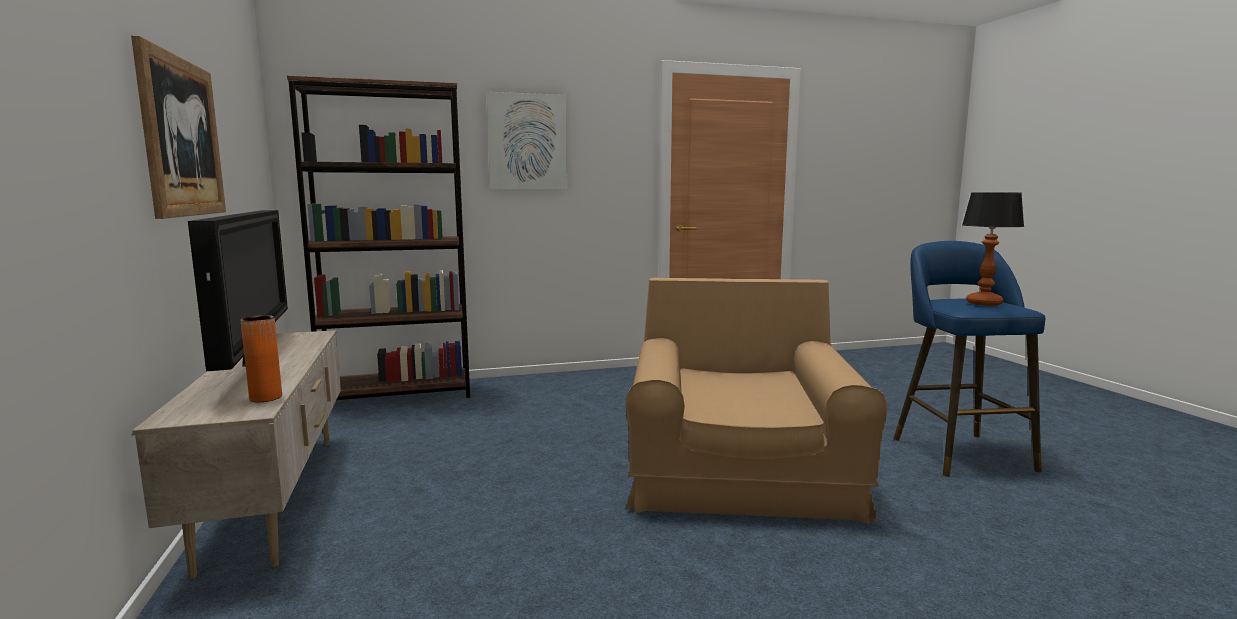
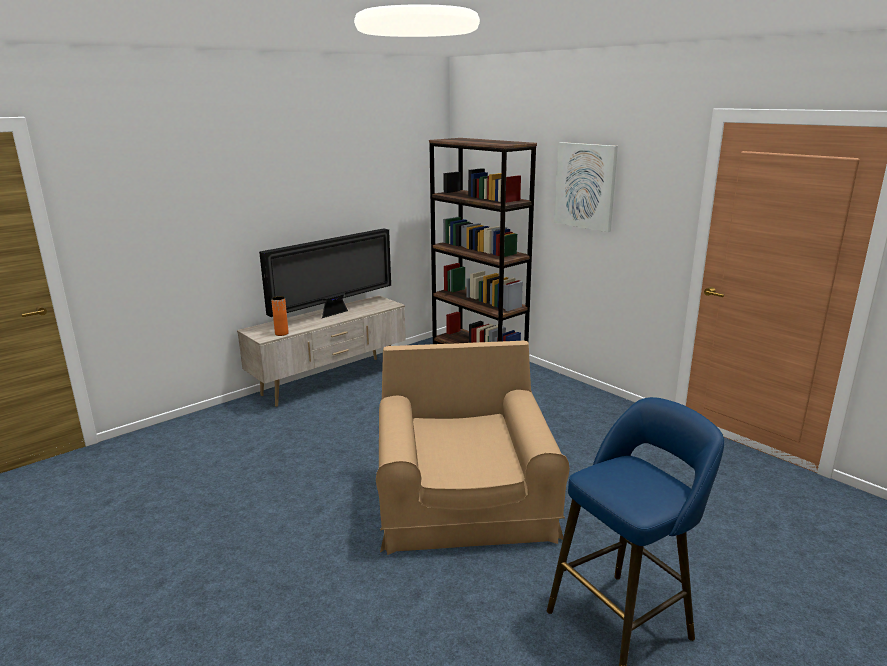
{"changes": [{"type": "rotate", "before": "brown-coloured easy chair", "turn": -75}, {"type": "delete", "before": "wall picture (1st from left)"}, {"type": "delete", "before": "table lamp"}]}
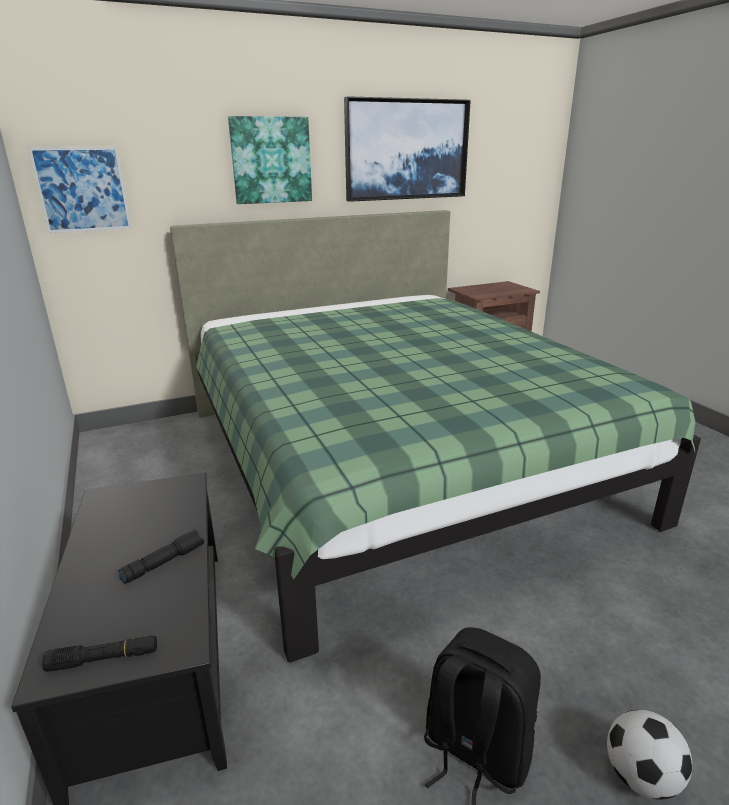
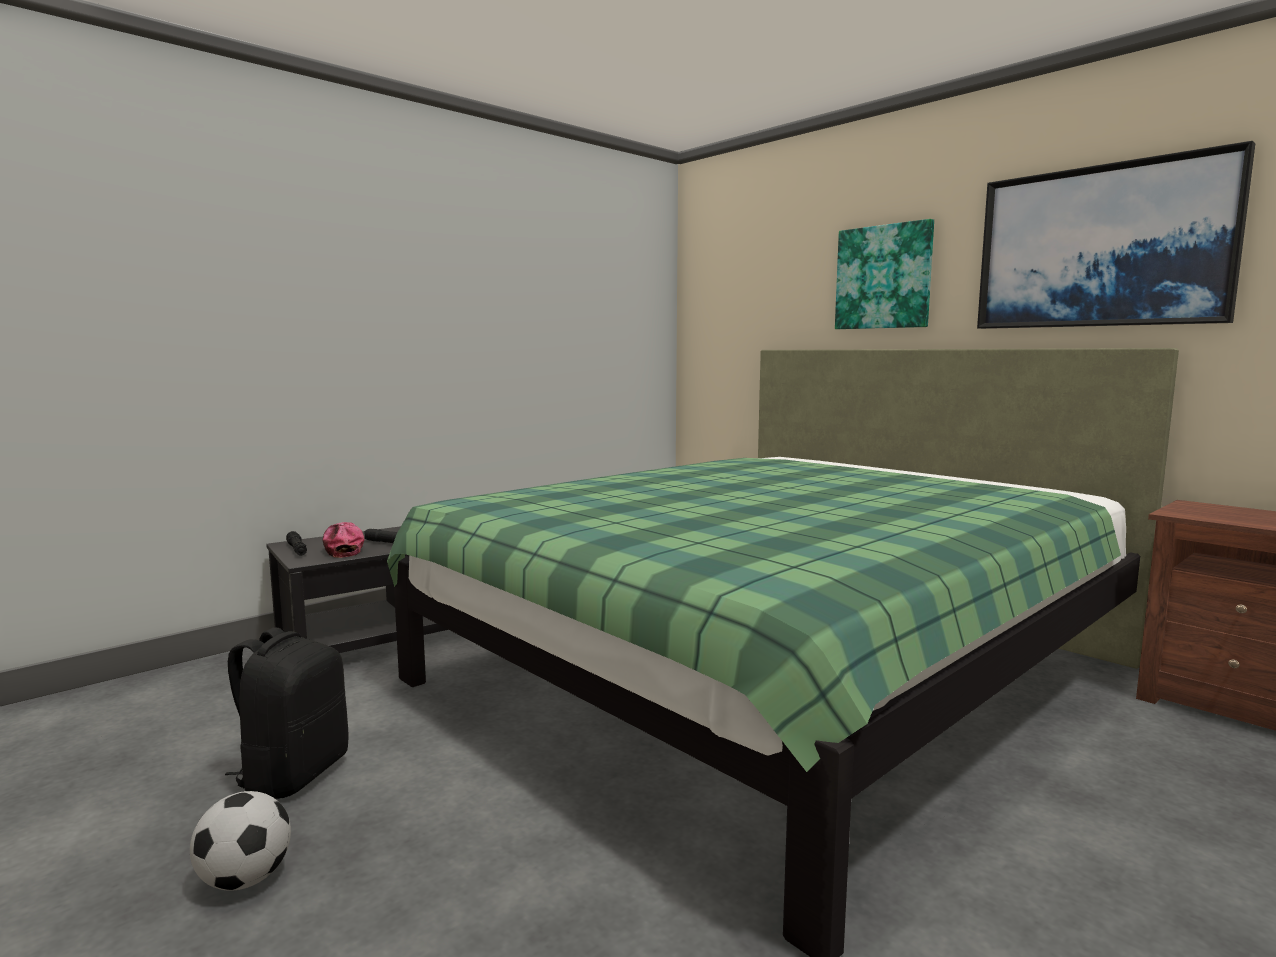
{"changes": [{"type": "insert", "after": "cap"}, {"type": "delete", "before": "wall picture (1st from left)"}]}
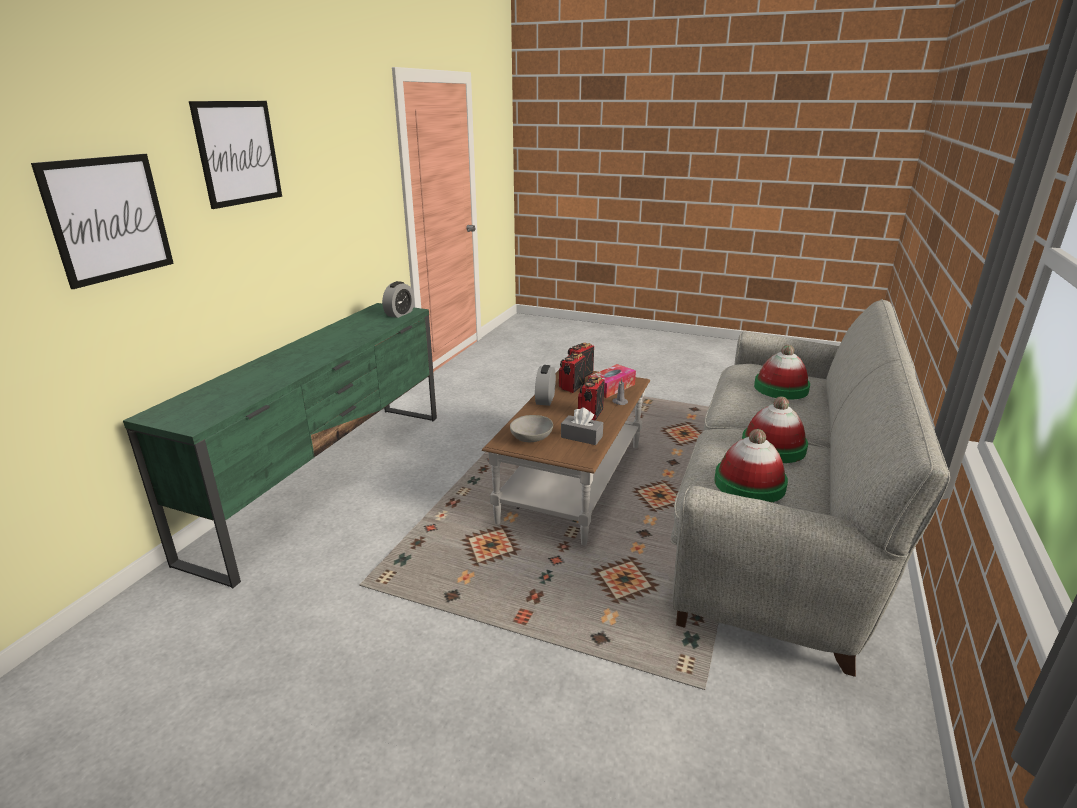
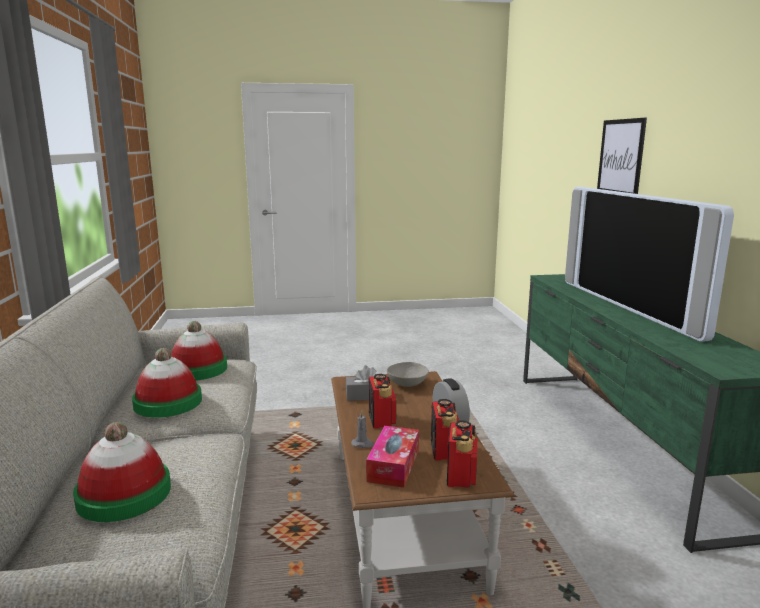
{"changes": [{"type": "insert", "after": "TV set"}, {"type": "delete", "before": "wall picture (2nd from left)"}, {"type": "delete", "before": "table clock (1st from left)"}]}
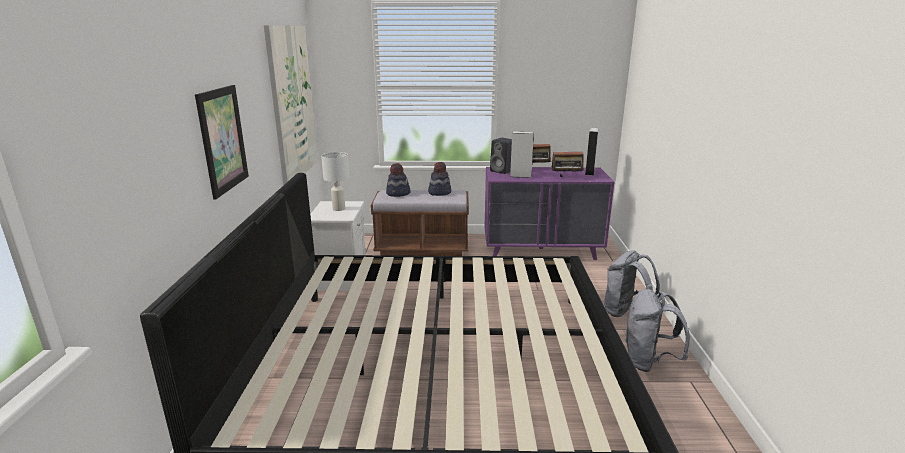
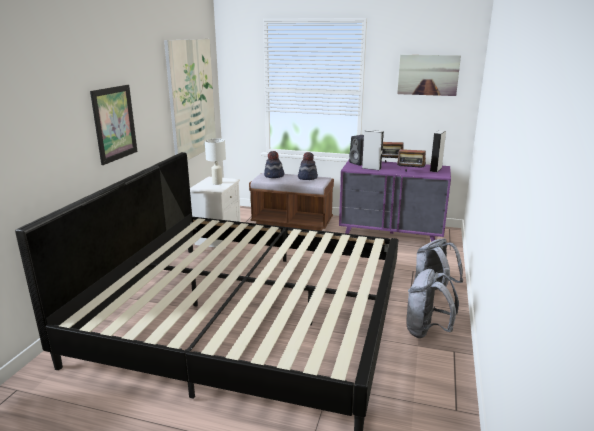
{"changes": [{"type": "insert", "after": "wall picture (3rd from left)"}]}
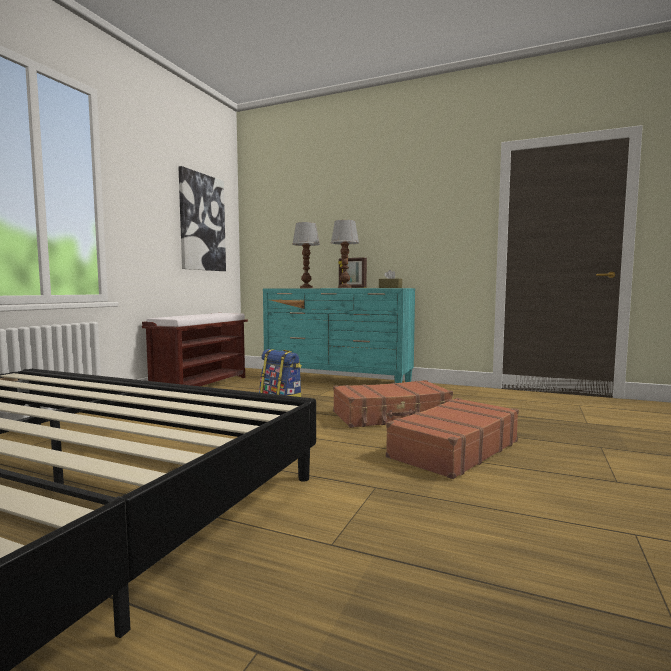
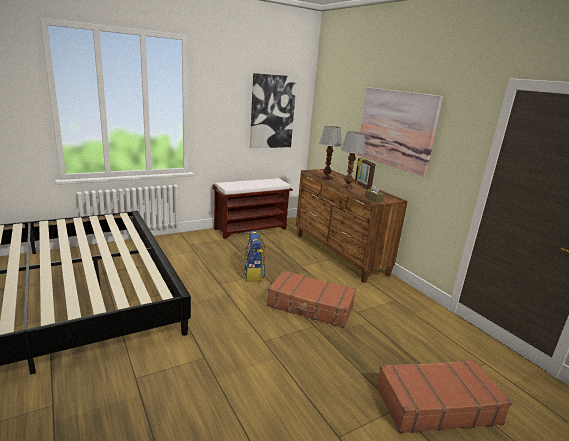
{"changes": [{"type": "recolor", "before": "blue-green drawer chest", "after": "brown-coloured drawer chest"}, {"type": "insert", "after": "wall picture (2nd from left)"}, {"type": "move", "before": "brown-coloured piece of luggage (2nd from left)"}]}
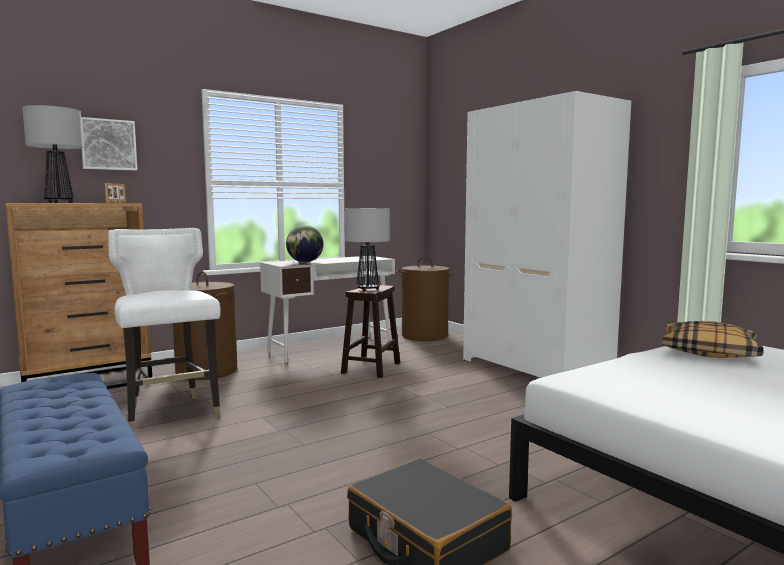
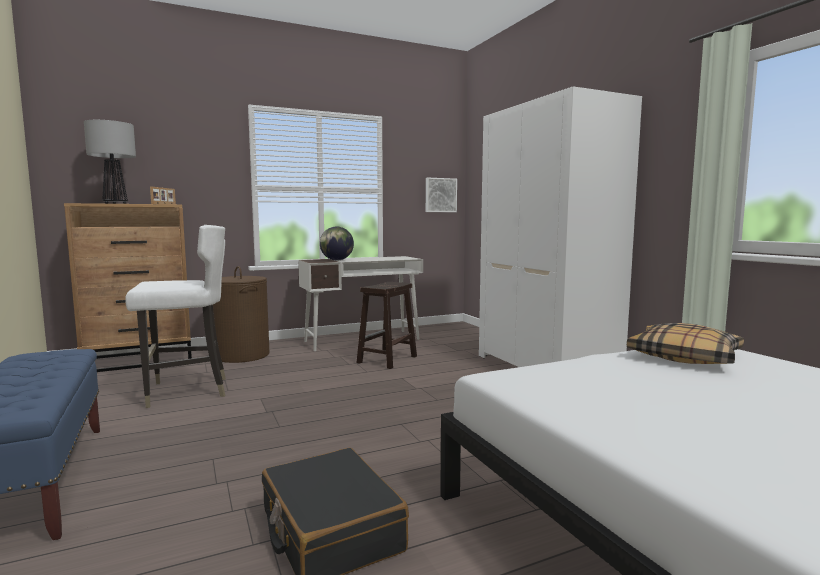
{"changes": [{"type": "rotate", "before": "white-coloured chair", "turn": 90}, {"type": "move", "before": "wall picture"}, {"type": "delete", "before": "table lamp (2nd from left)"}, {"type": "delete", "before": "brown-coloured laundry basket (2nd from left)"}]}
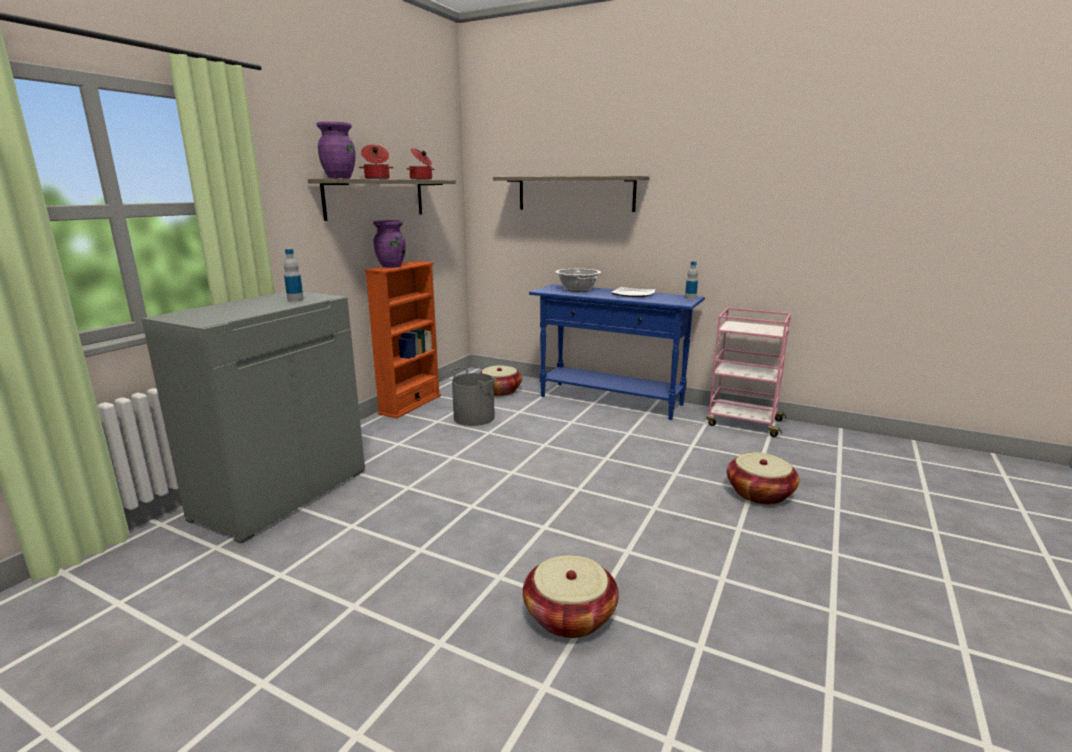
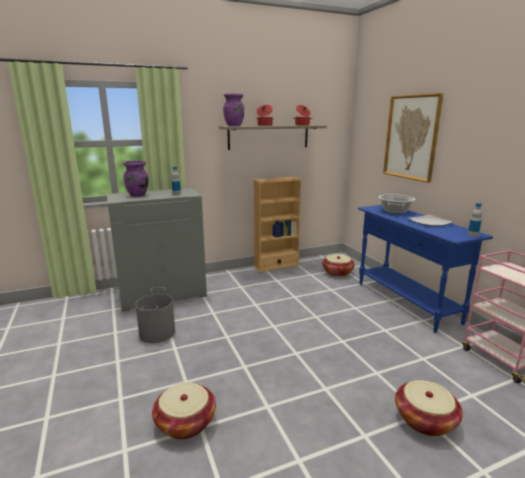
{"changes": [{"type": "move", "before": "purple flower vase (2nd from left in the first image)", "after": "purple flower vase (1st from left)"}, {"type": "move", "before": "greyish water bucket"}, {"type": "recolor", "before": "orange-coloured shelving unit", "after": "beige-coloured shelving unit"}, {"type": "replace", "before": "shelf (2nd from left)", "after": "wall picture"}]}
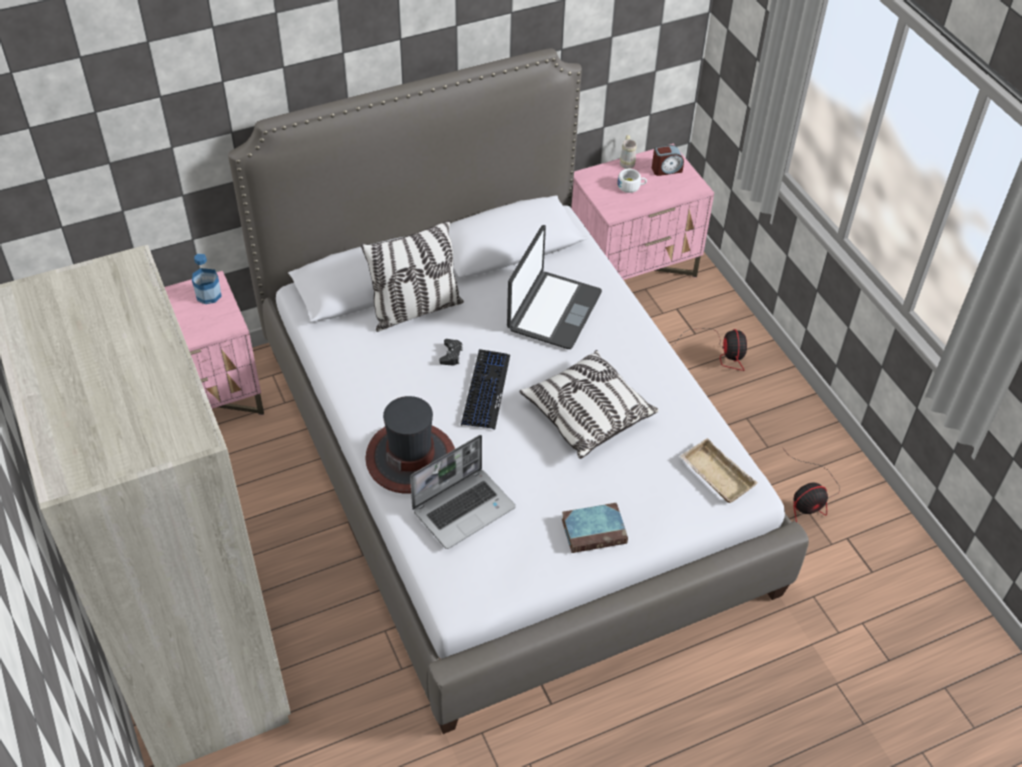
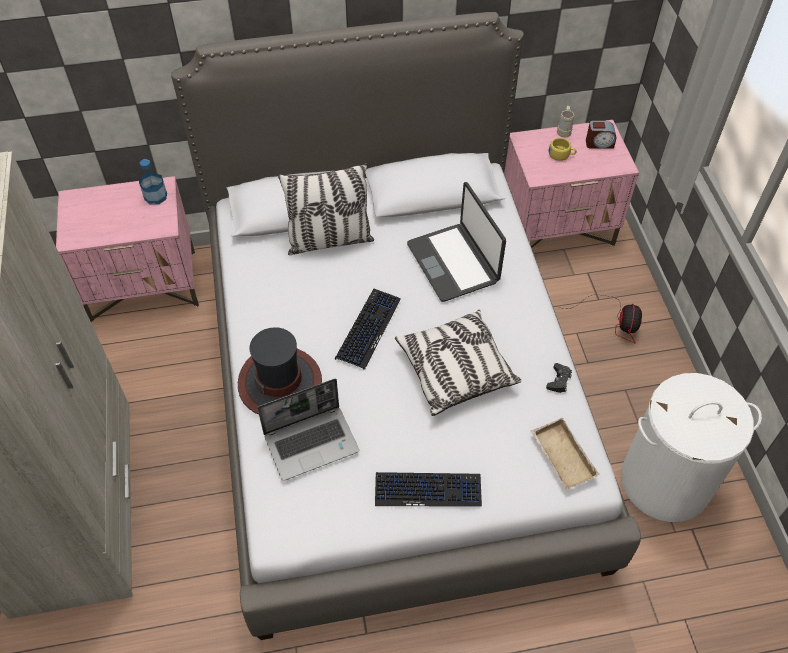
{"changes": [{"type": "replace", "before": "bound book", "after": "keyboard (2nd from left)"}, {"type": "rotate", "before": "portable computer (2nd from left)", "turn": 120}, {"type": "move", "before": "black game controller"}, {"type": "recolor", "before": "white-coloured cup", "after": "yellow-coloured cup"}, {"type": "replace", "before": "fan (2nd from left)", "after": "white-coloured laundry basket"}]}
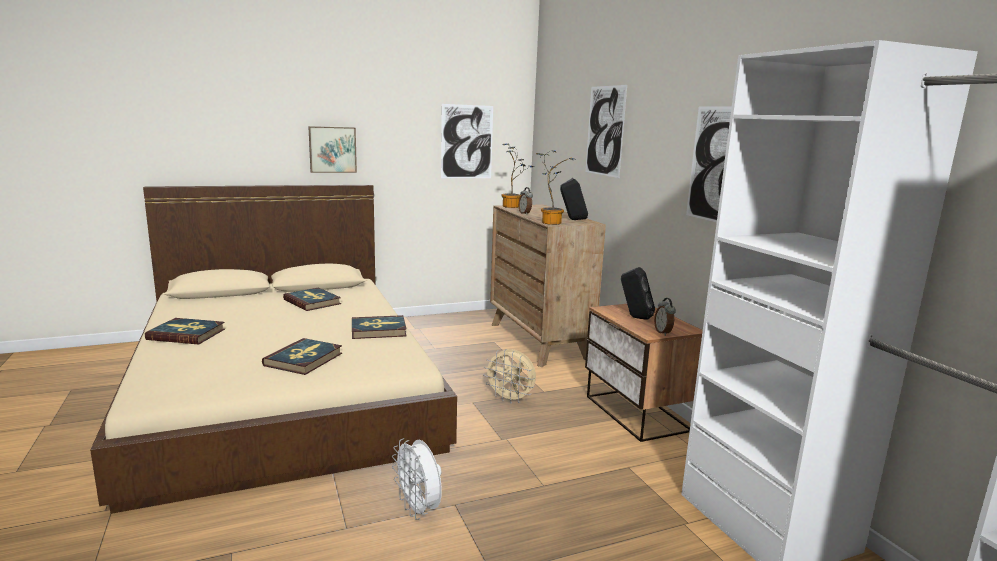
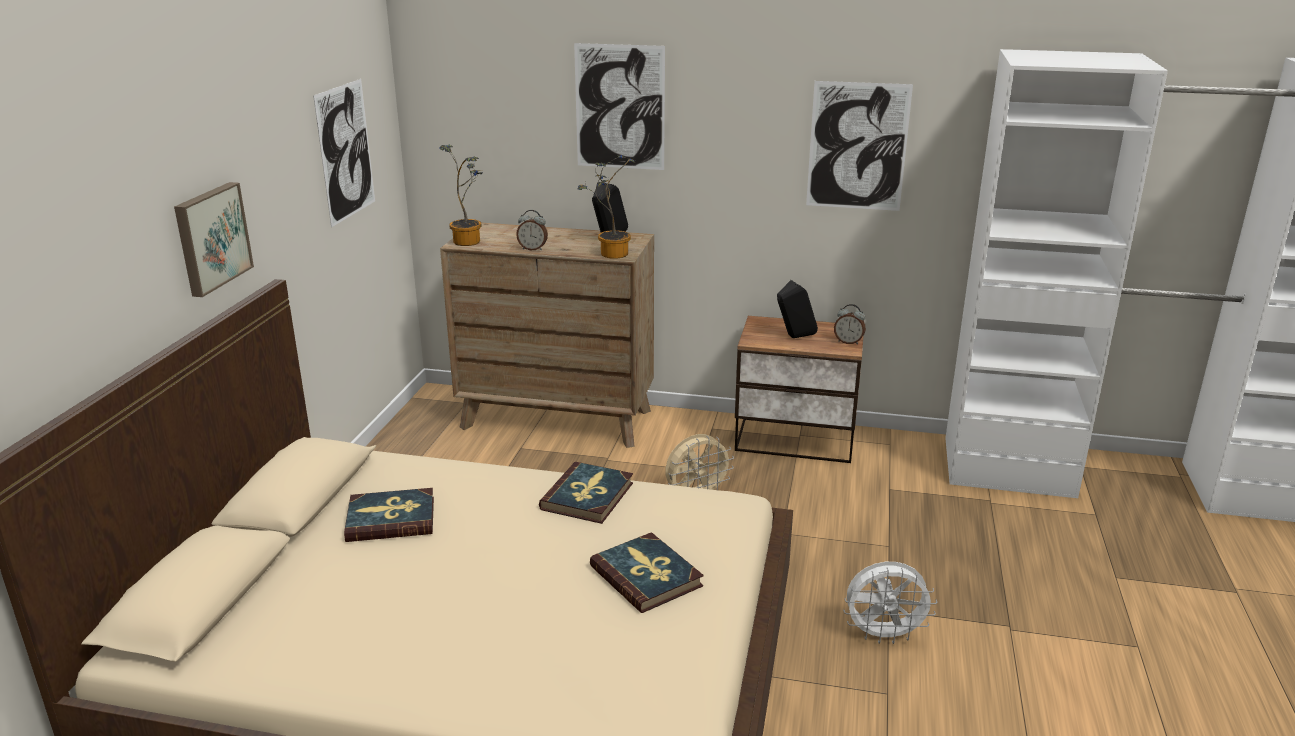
{"changes": [{"type": "delete", "before": "bound book (1st from left)"}]}
